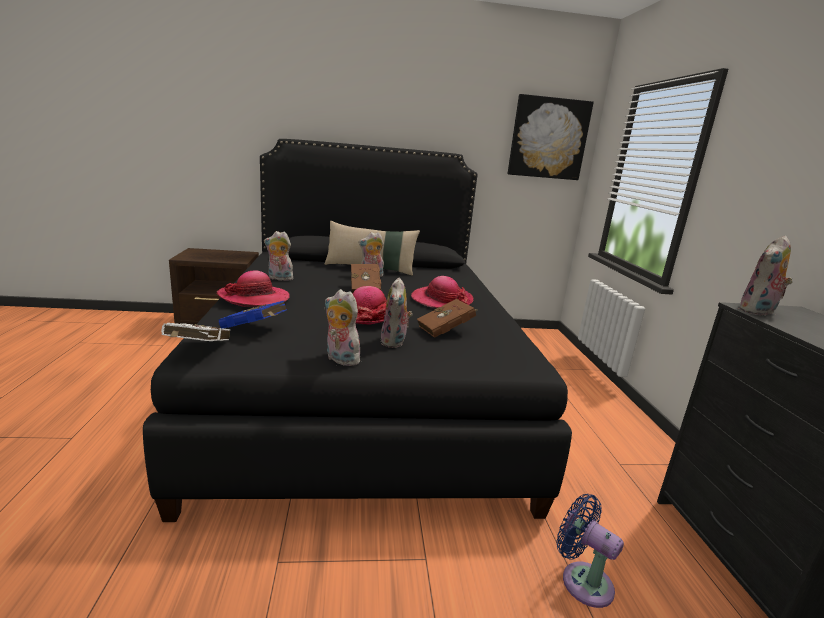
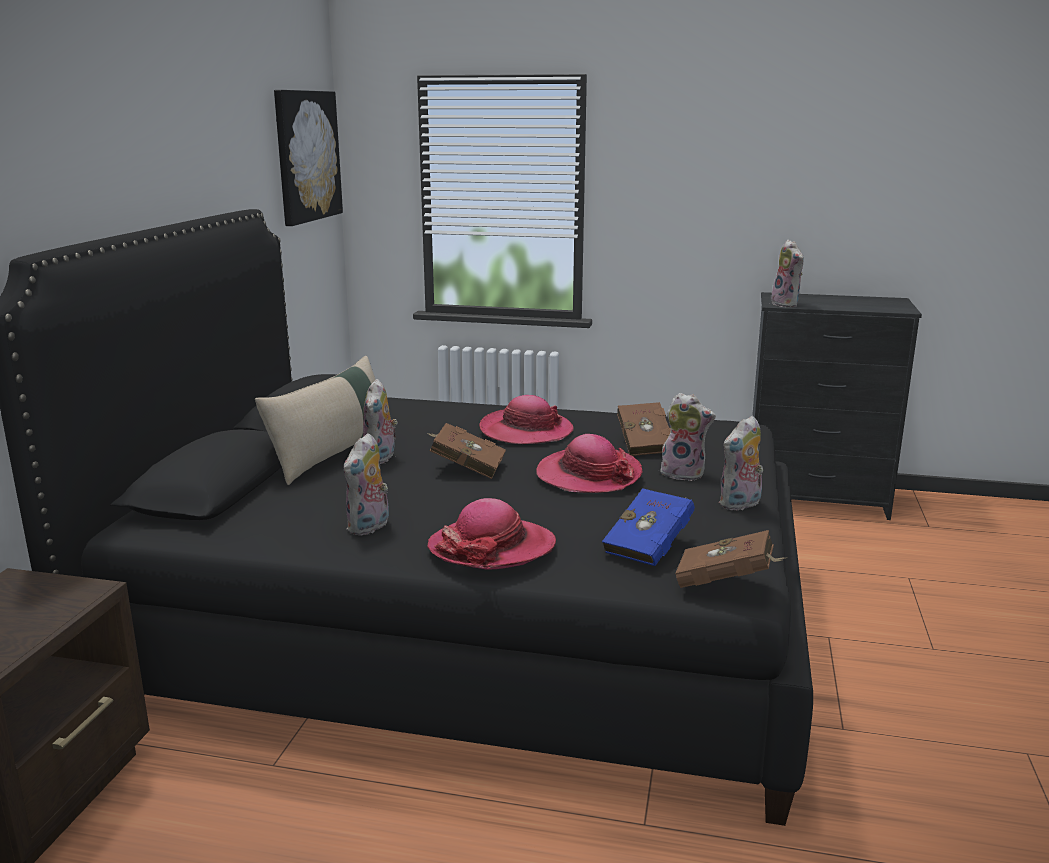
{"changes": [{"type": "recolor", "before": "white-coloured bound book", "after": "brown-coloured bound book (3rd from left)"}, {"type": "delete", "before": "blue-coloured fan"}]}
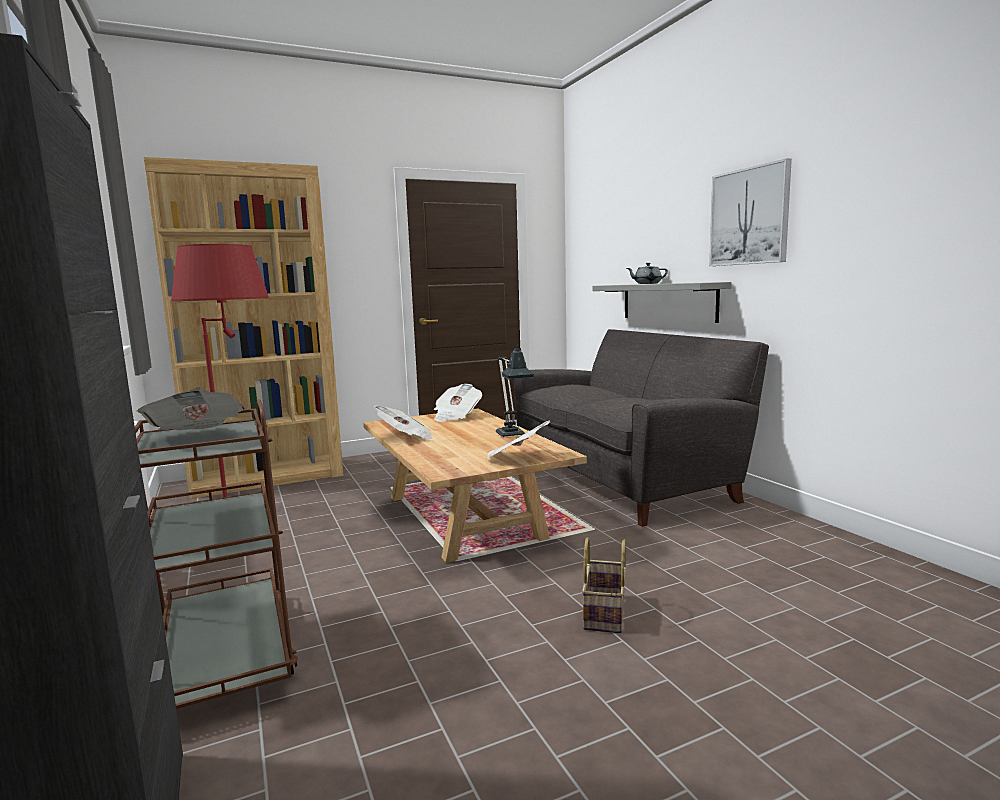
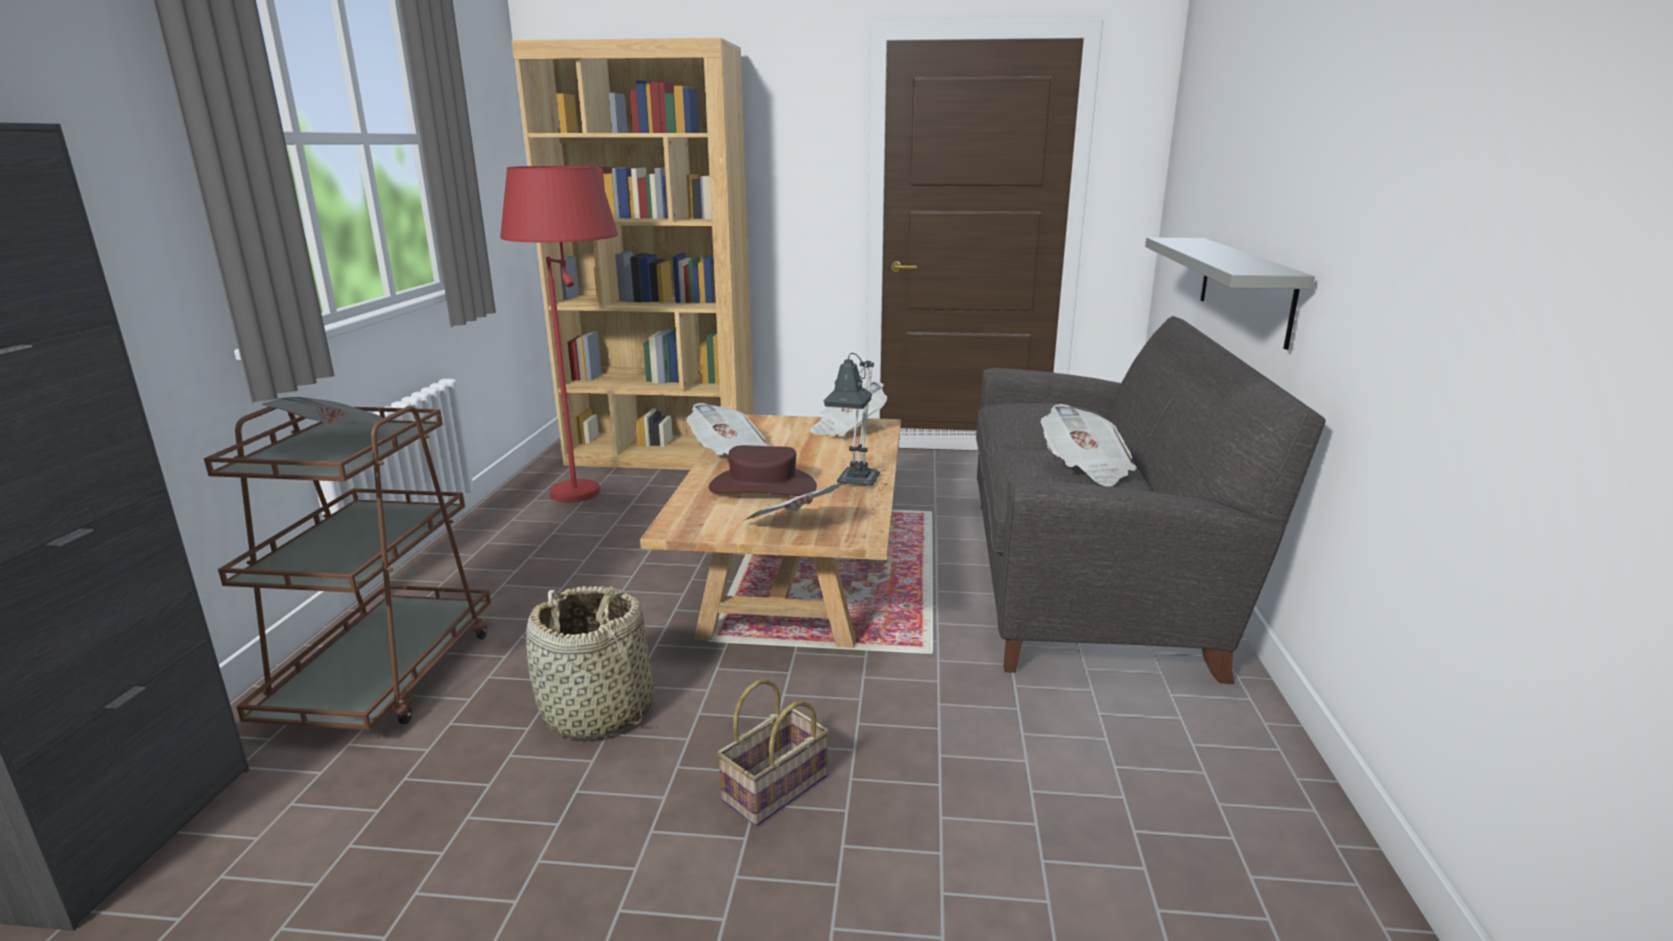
{"changes": [{"type": "insert", "after": "basket (1st from left)"}, {"type": "insert", "after": "brown-coloured clothing hat"}, {"type": "insert", "after": "newspaper (5th from left)"}, {"type": "delete", "before": "greyish pot for tea"}, {"type": "delete", "before": "wall picture"}]}
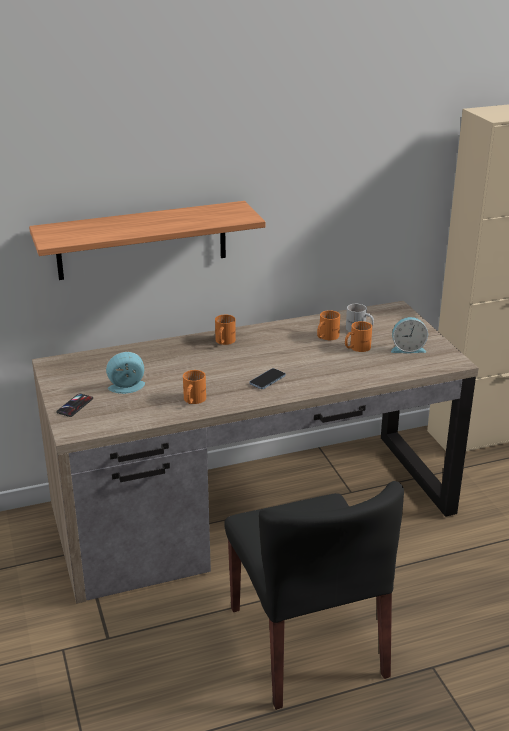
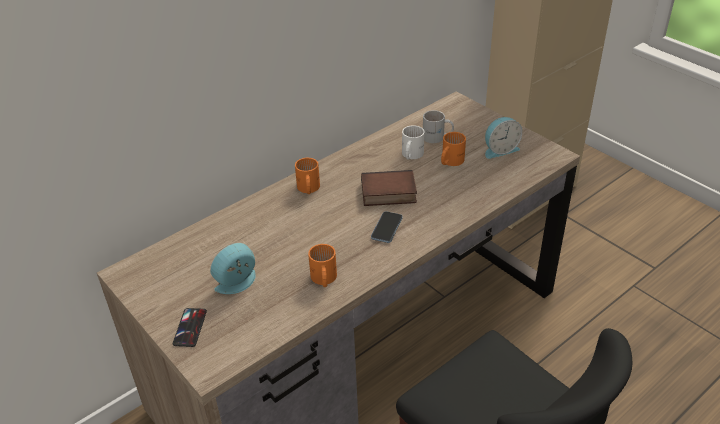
{"changes": [{"type": "insert", "after": "bound book"}, {"type": "recolor", "before": "orange-coloured mug (3rd from left)", "after": "white-coloured mug (1st from left)"}, {"type": "delete", "before": "shelf"}]}
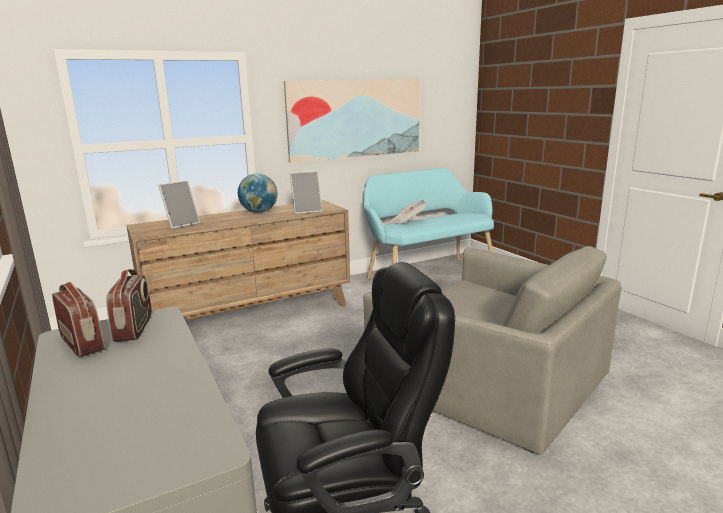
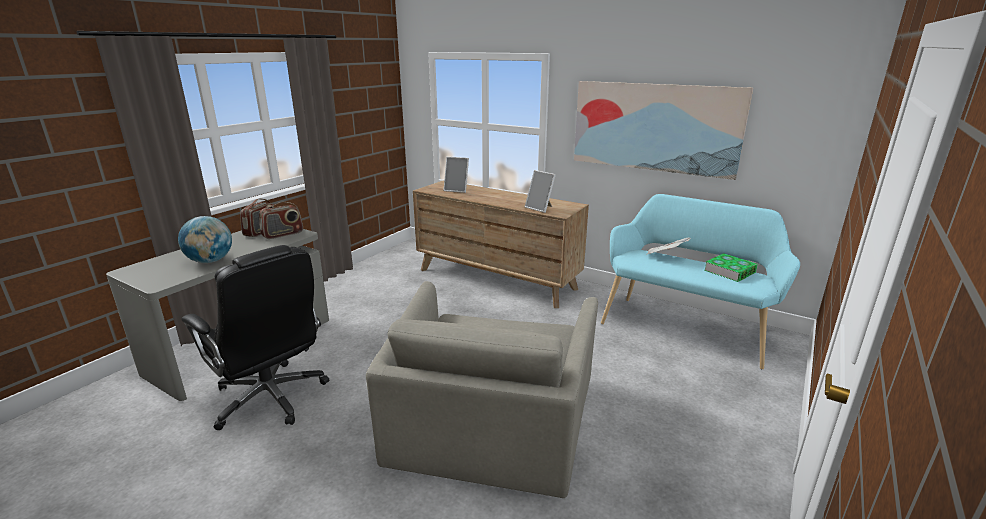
{"changes": [{"type": "move", "before": "world globe"}, {"type": "insert", "after": "bound book"}]}
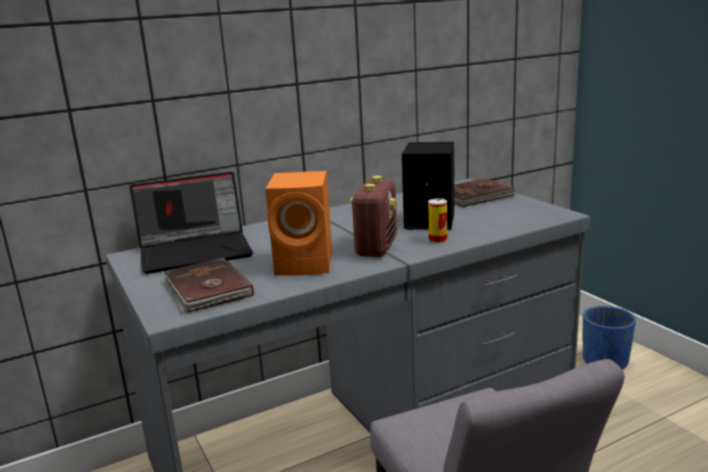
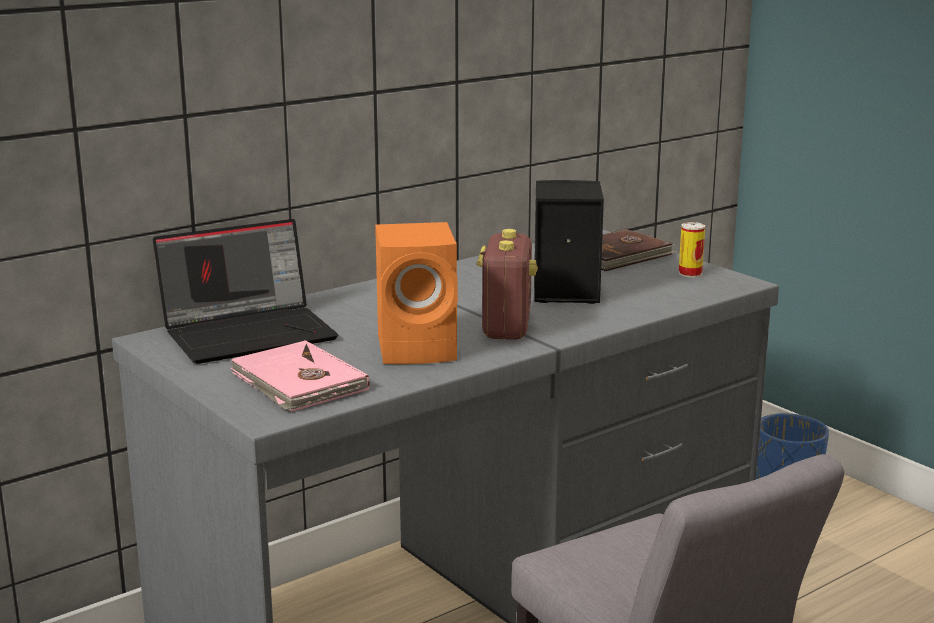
{"changes": [{"type": "recolor", "before": "brown-coloured bound book (1st from left)", "after": "pinkish bound book"}, {"type": "move", "before": "sealed can"}]}
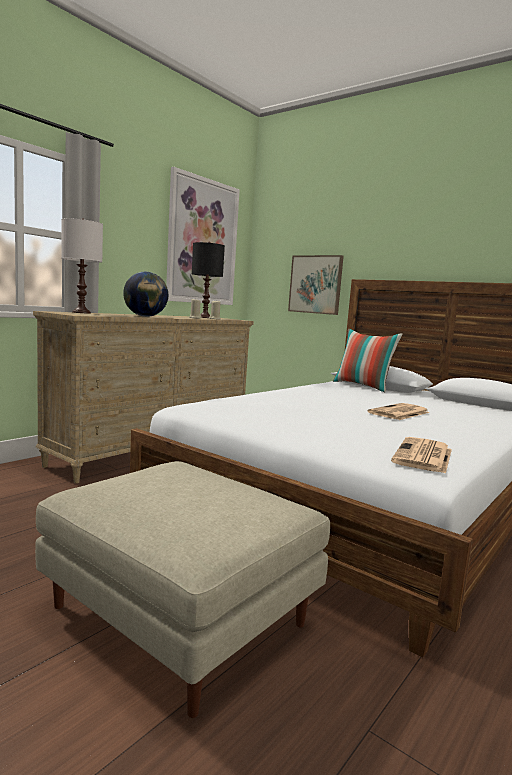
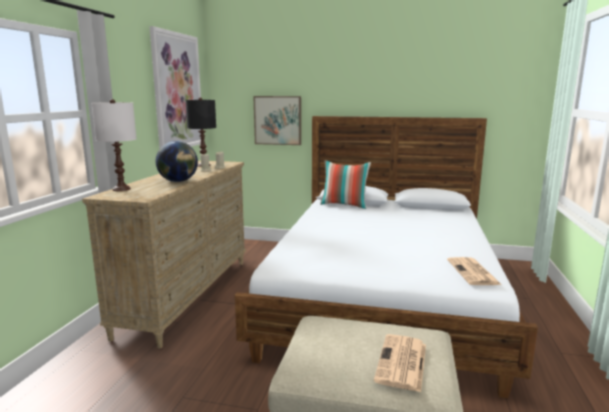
{"changes": [{"type": "move", "before": "newspaper (1st from left)"}]}
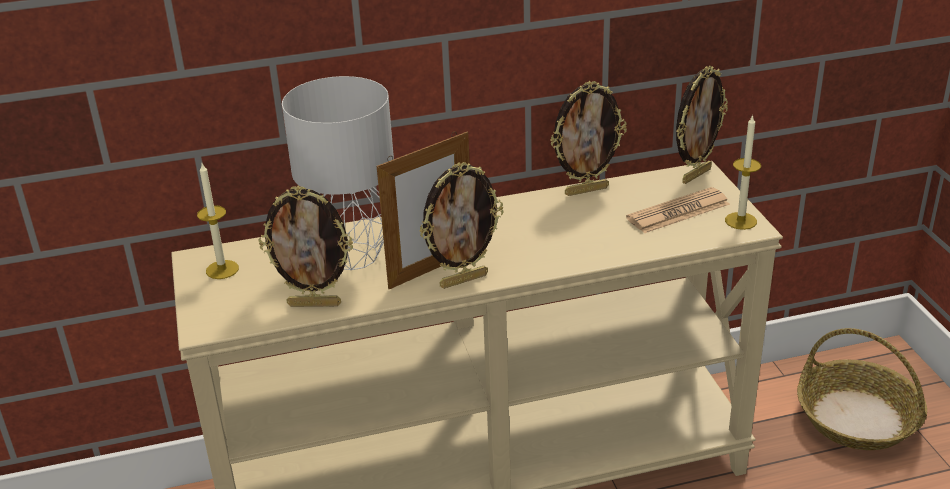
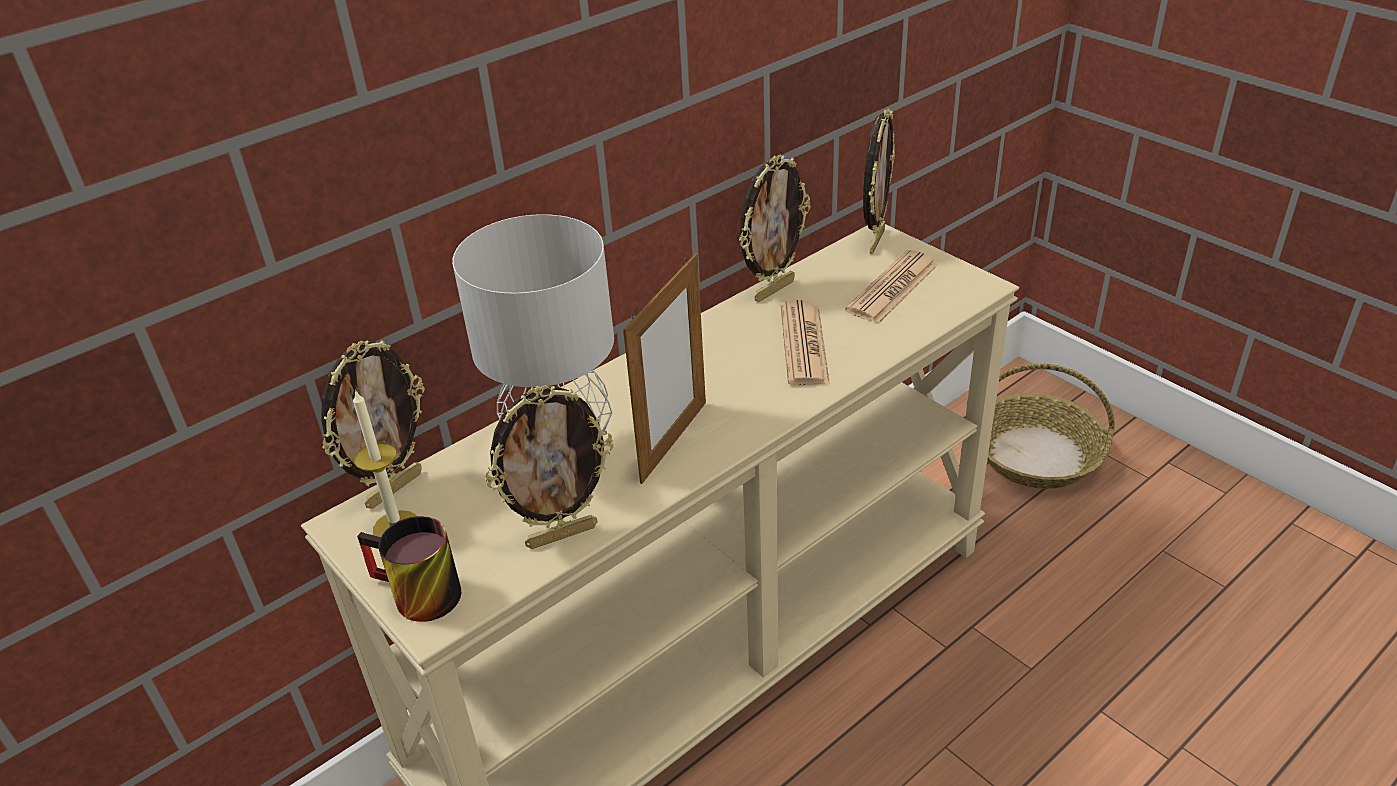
{"changes": [{"type": "move", "before": "photo frame (3rd from left in the first image)", "after": "photo frame (1st from left)"}, {"type": "insert", "after": "mug"}, {"type": "insert", "after": "newspaper (1st from left)"}, {"type": "delete", "before": "wax candle (2nd from left)"}]}
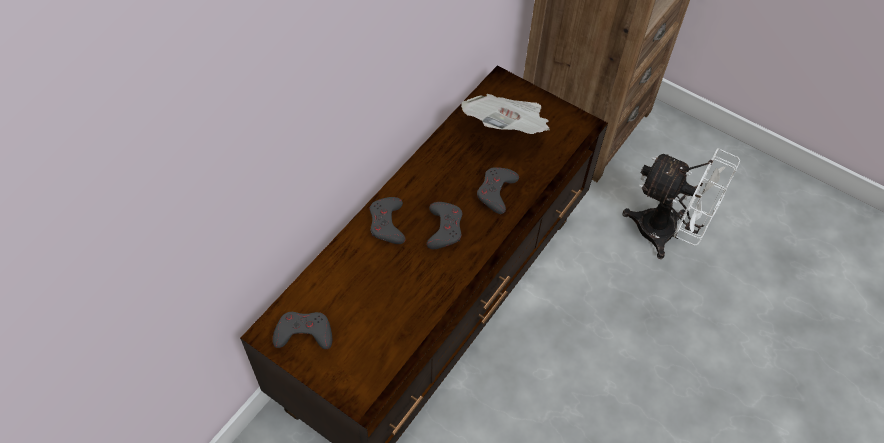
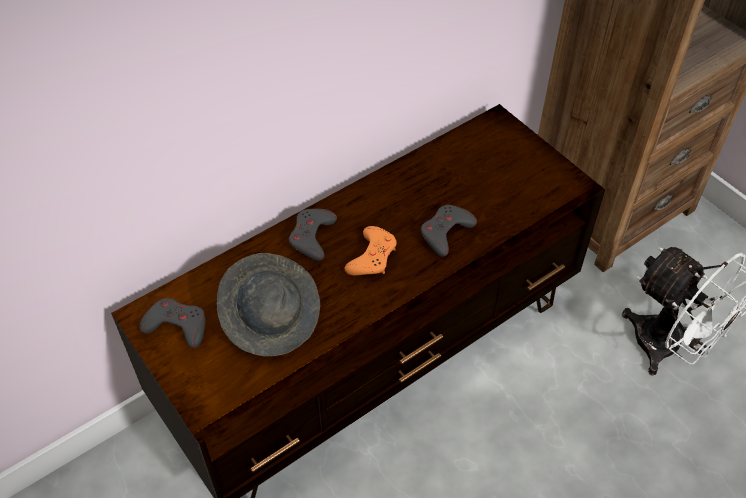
{"changes": [{"type": "insert", "after": "greyish clothing hat"}, {"type": "recolor", "before": "greyish game controller (3rd from left)", "after": "orange-coloured game controller"}, {"type": "delete", "before": "newspaper"}]}
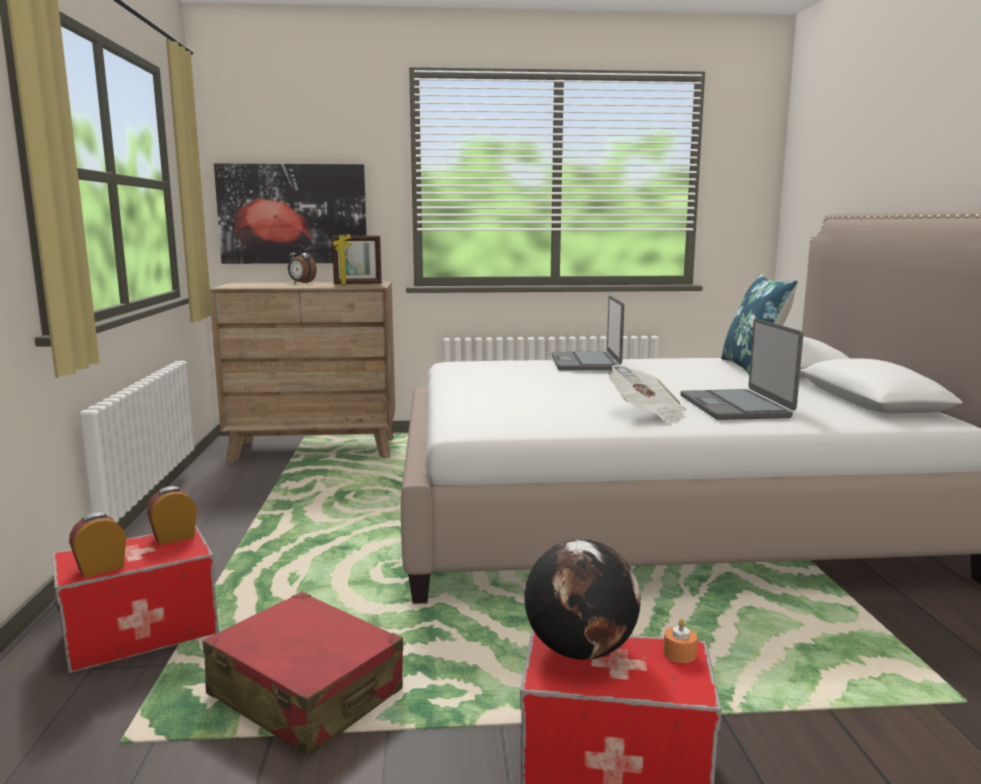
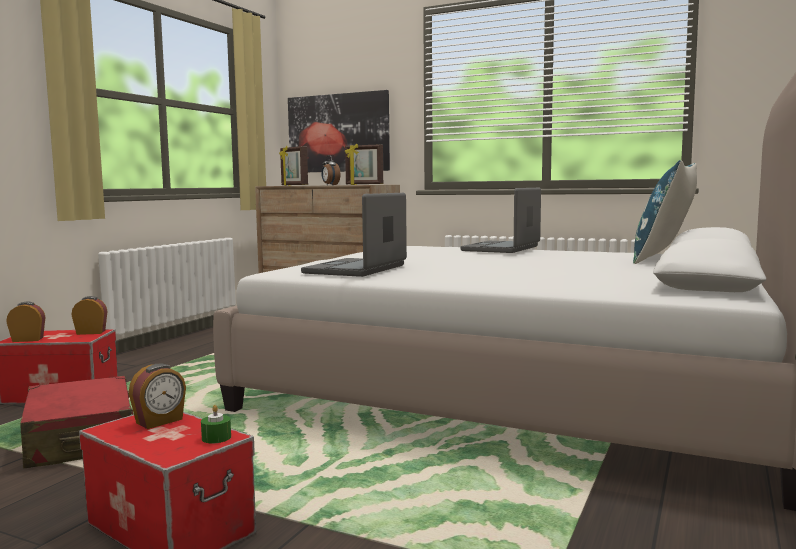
{"changes": [{"type": "replace", "before": "world globe", "after": "table clock (3rd from left)"}, {"type": "recolor", "before": "orange-coloured wax candle", "after": "green wax candle"}, {"type": "insert", "after": "photo frame (1st from left)"}, {"type": "move", "before": "portable computer (2nd from left in the first image)", "after": "portable computer (1st from left)"}, {"type": "delete", "before": "newspaper"}]}
